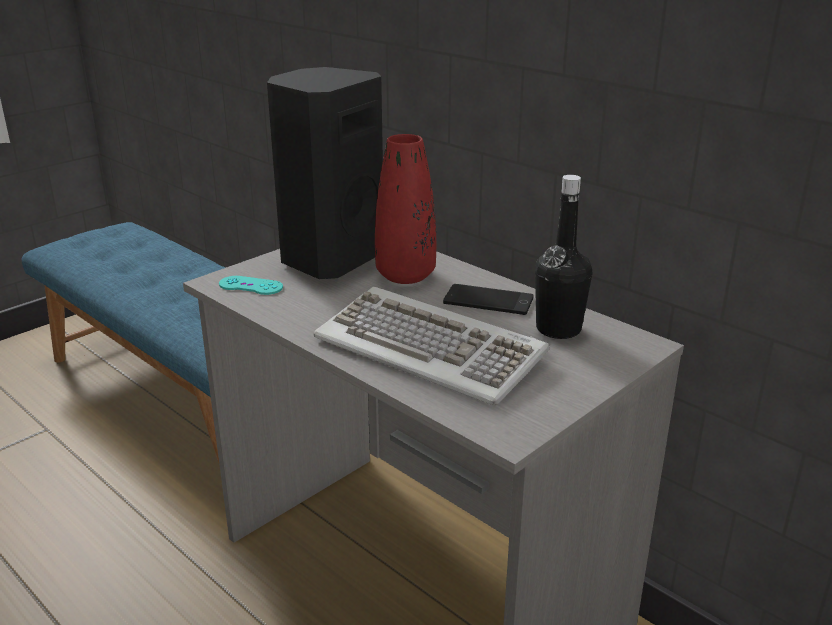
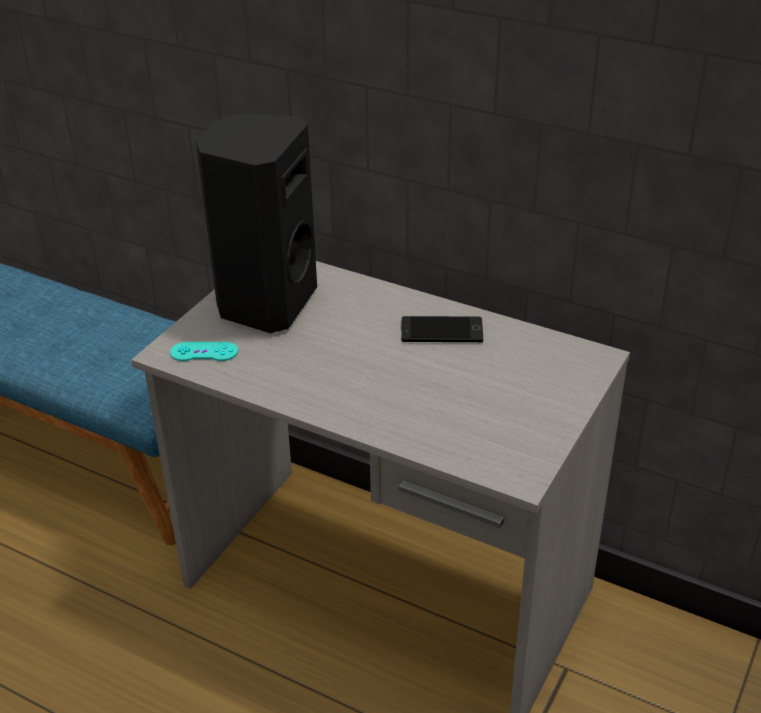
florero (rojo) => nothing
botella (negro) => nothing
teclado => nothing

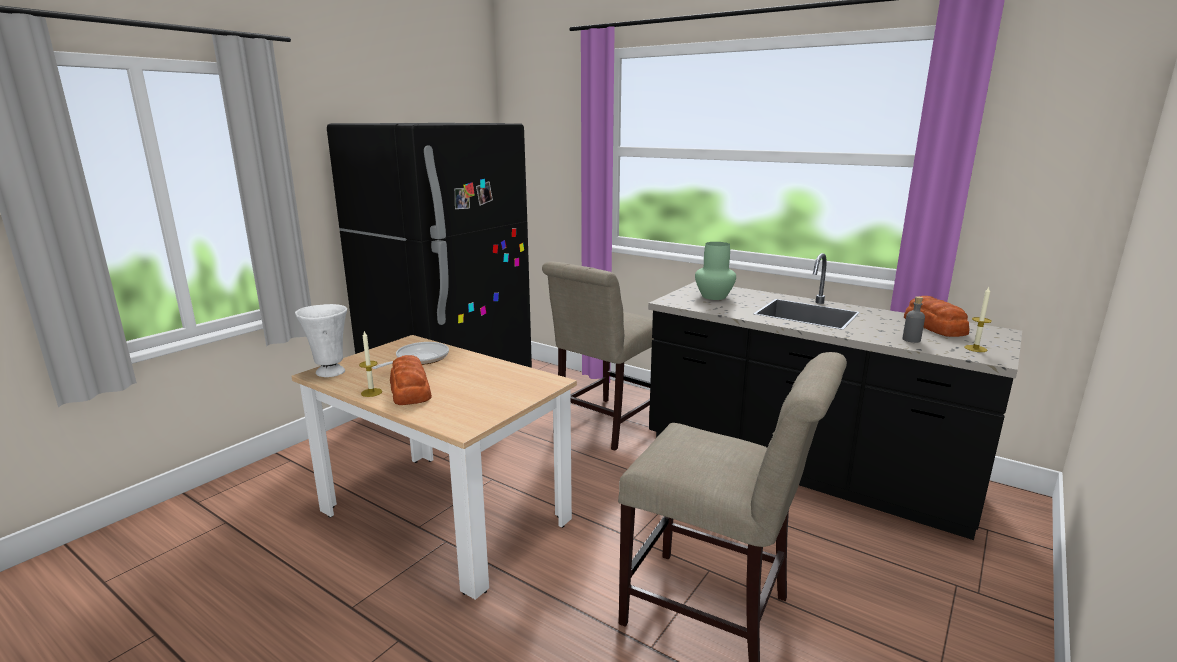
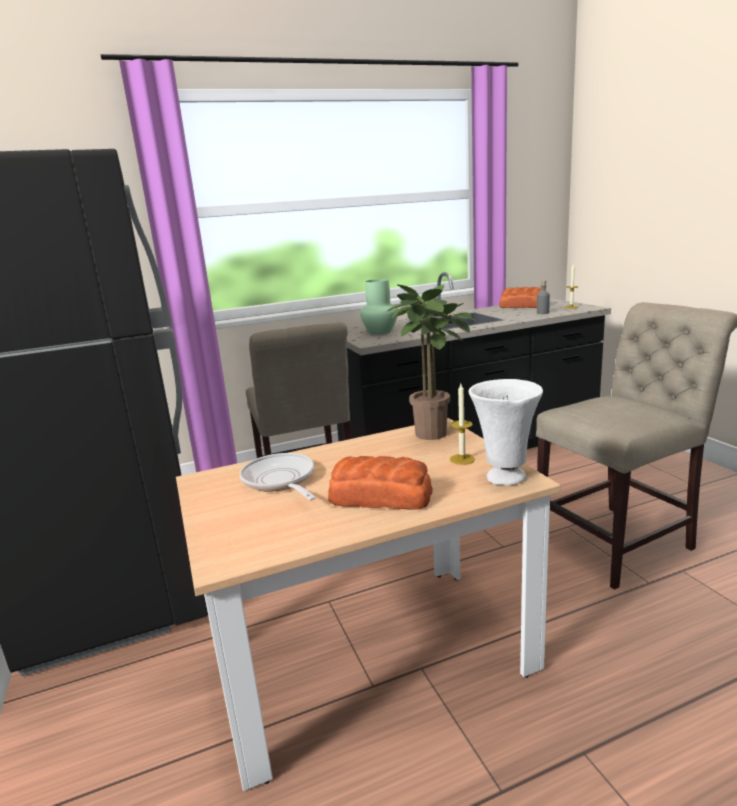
florero (blanco), shifted
vela (no. 1 from left), shifted
nothing => planta en maceta

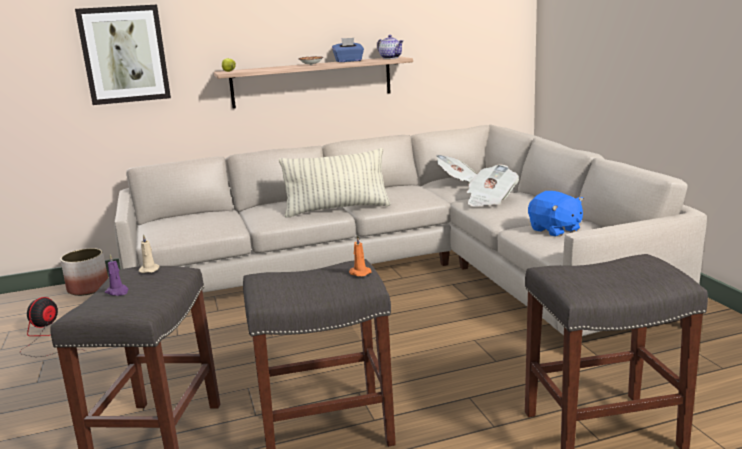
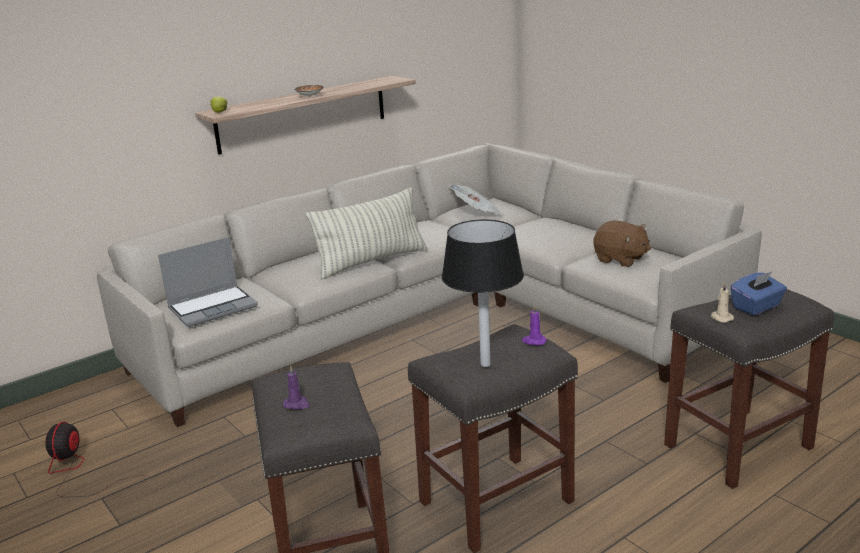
cuadro => nothing
tetera => nothing
caja de pañuelos (azul), shifted
periódico (no. 2 from left) => nothing
peluche (azul) => peluche (marrón)
vela (beis), shifted
vela (naranja) => vela (morado) (no. 2 from left)
maceta => nothing
nothing => lámpara de mesa (negro)
nothing => portátil

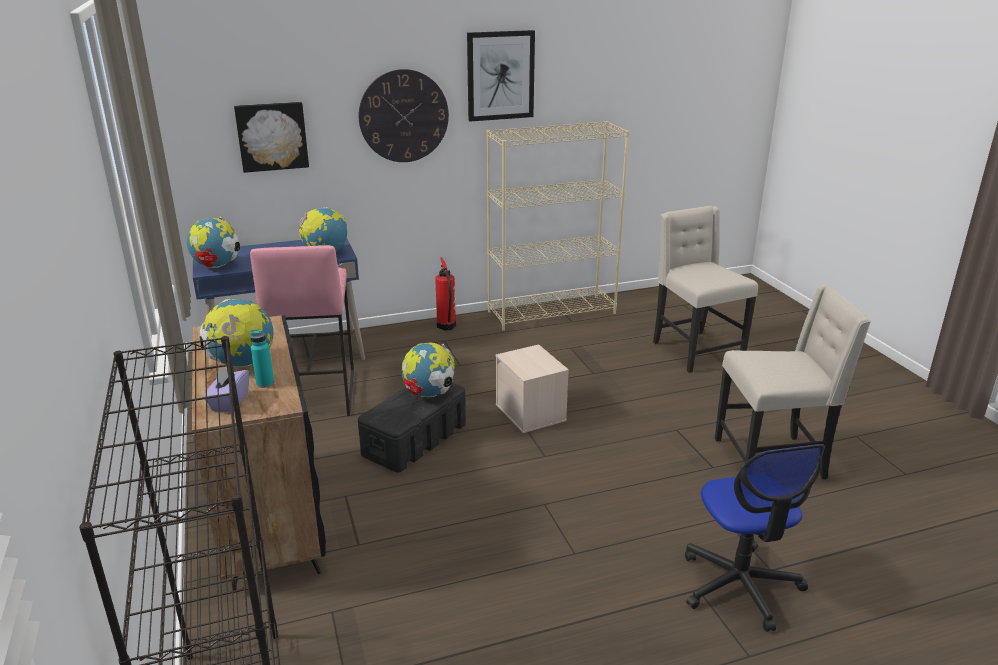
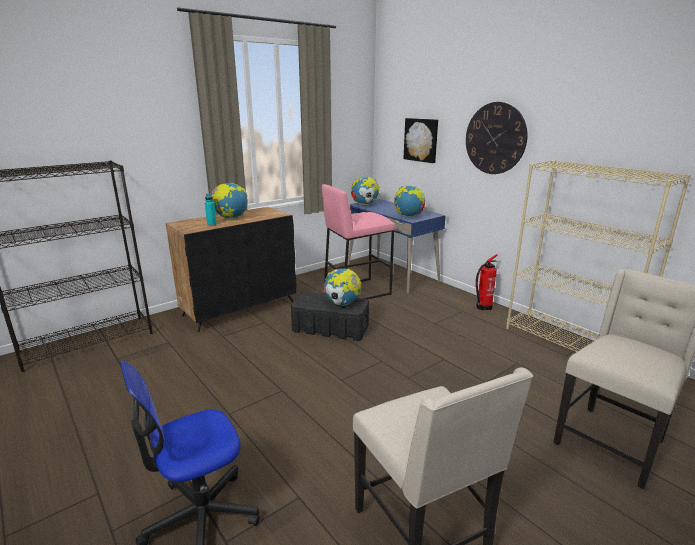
cuadro (no. 2 from left) => nothing
caja de almacenaje (beis) => nothing
caja de pañuelos (morado) => nothing

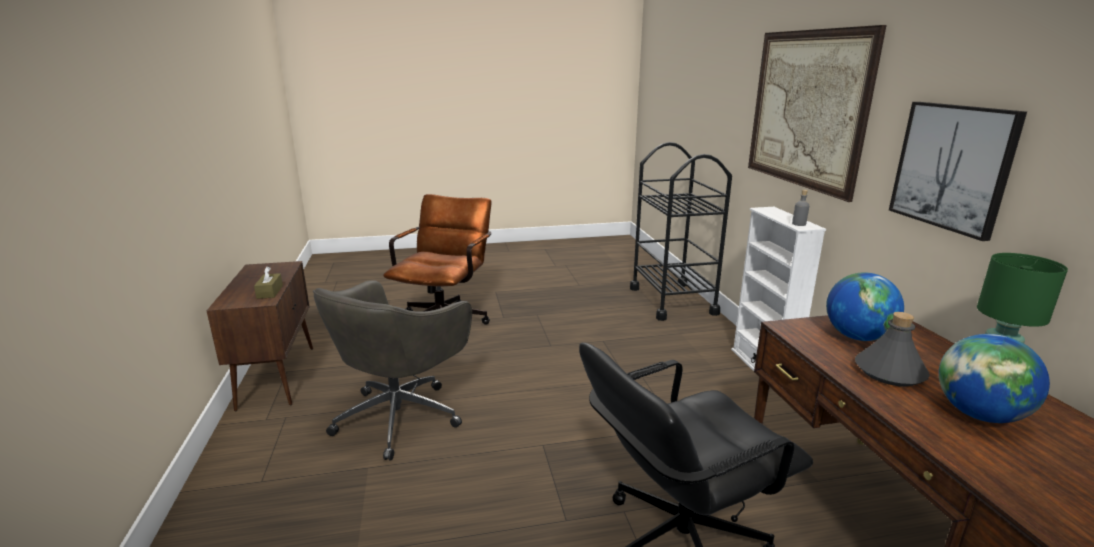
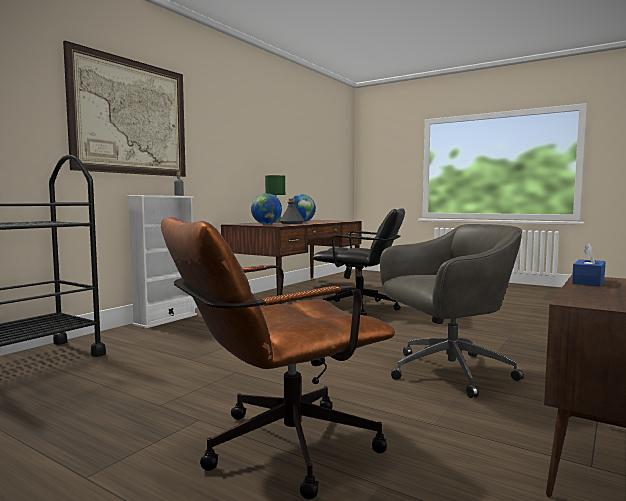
cuadro (no. 2 from left) => nothing
caja de pañuelos (marrón) => caja de pañuelos (azul)

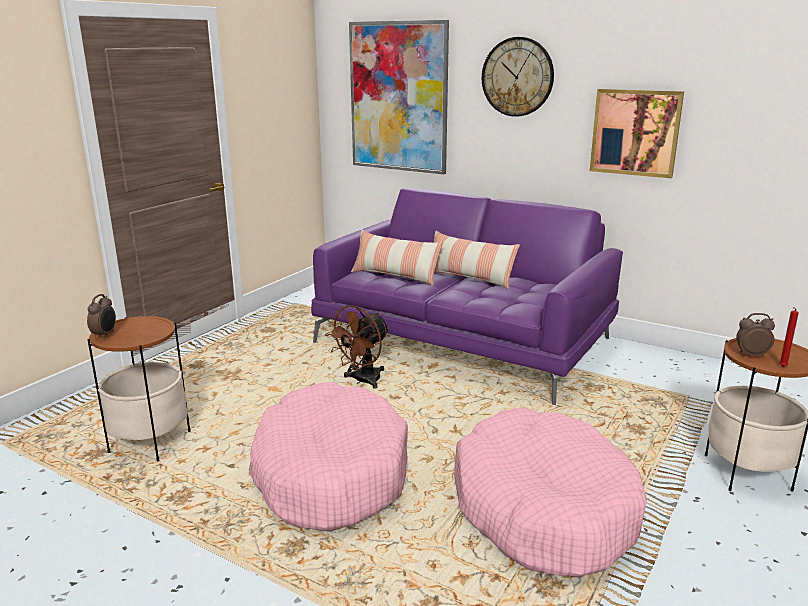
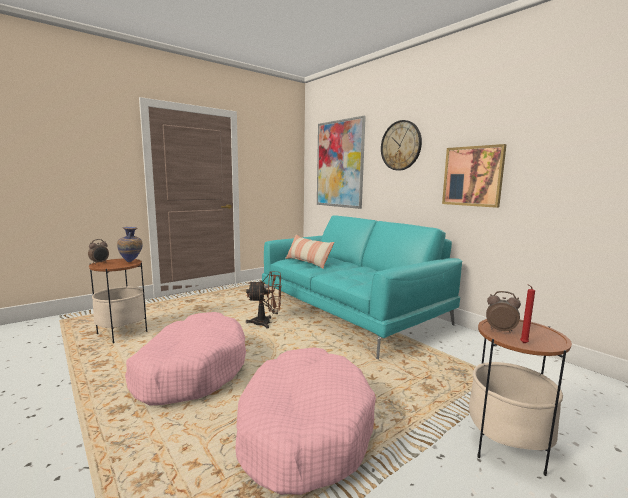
sofá (morado) => sofá (turquesa)
cojín (no. 2 from left) => nothing
ventilador (marrón), 150 degrees counterclockwise
nothing => florero

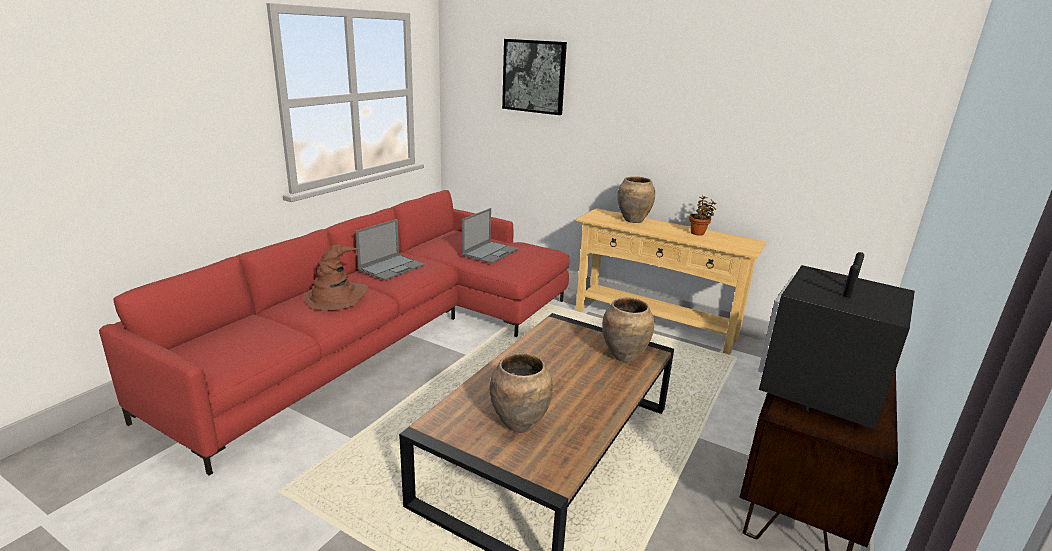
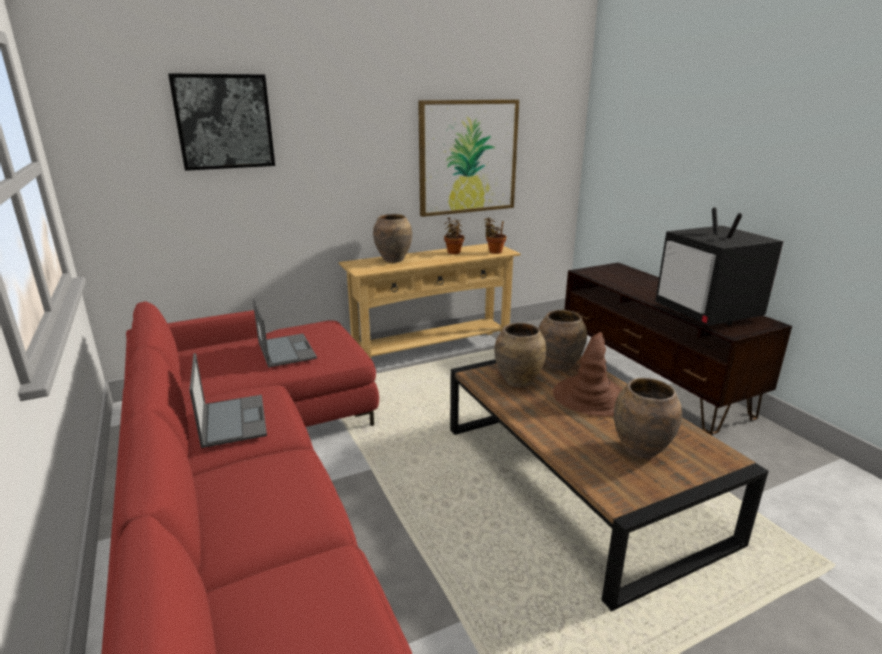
sombrero (marrón), shifted
nothing => cuadro (no. 2 from left)
nothing => planta en maceta (no. 2 from left)
nothing => florero (marrón) (no. 2 from left)

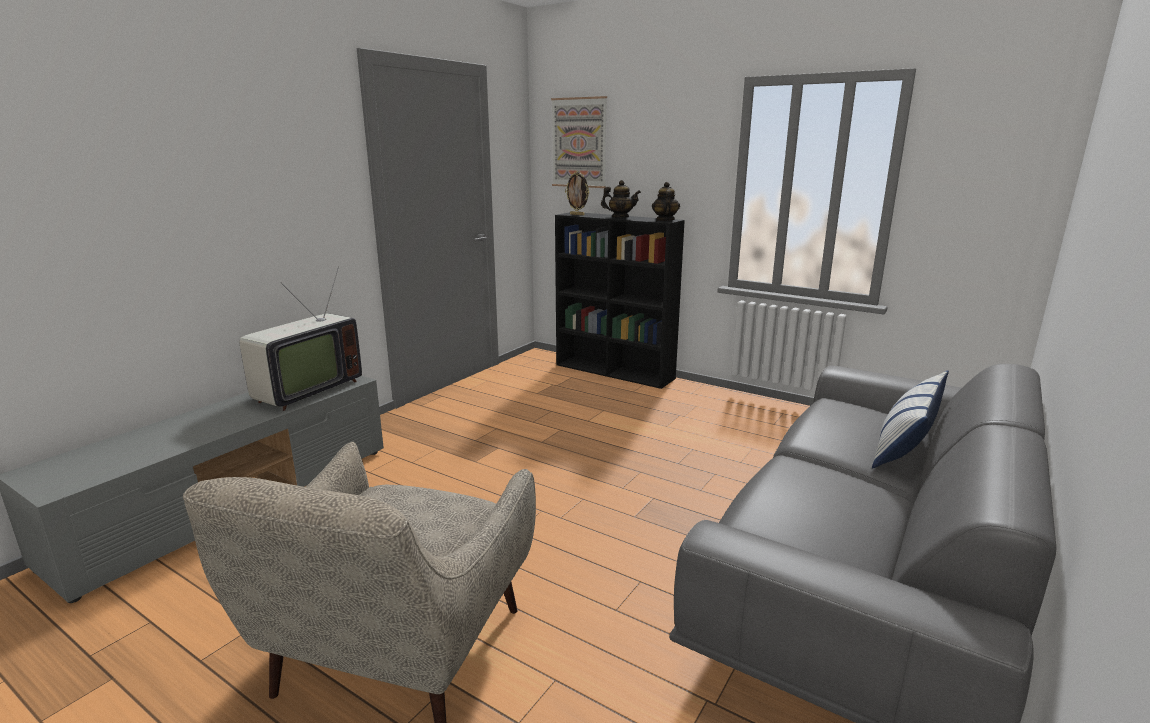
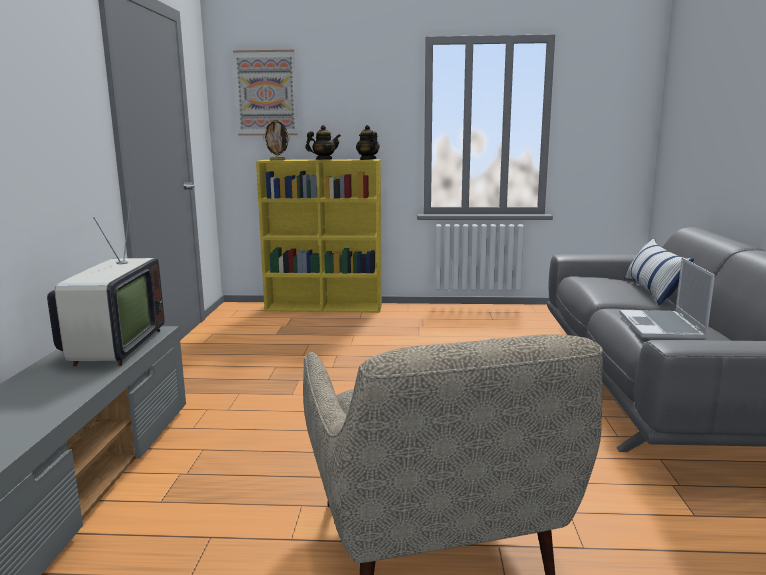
estantería (negro) => estantería (amarillo)
nothing => portátil

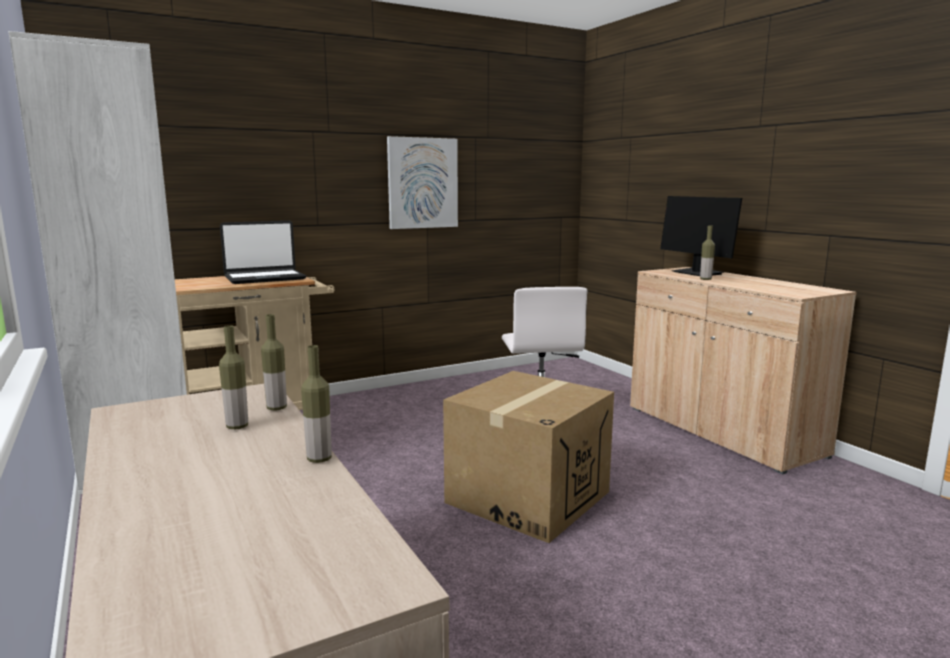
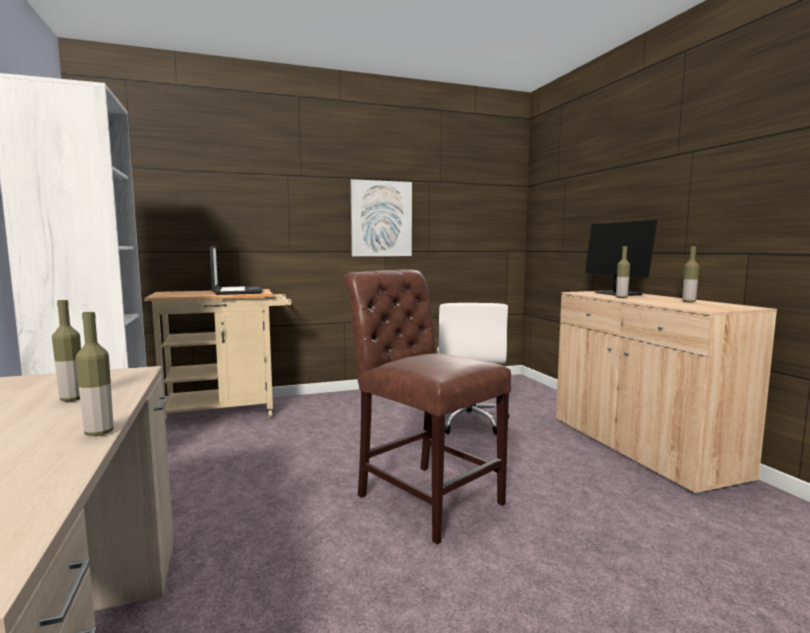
portátil, 90 degrees counterclockwise
botella (no. 2 from left in the first image) => botella (no. 4 from left), shifted
caja de cartón => silla (marrón)

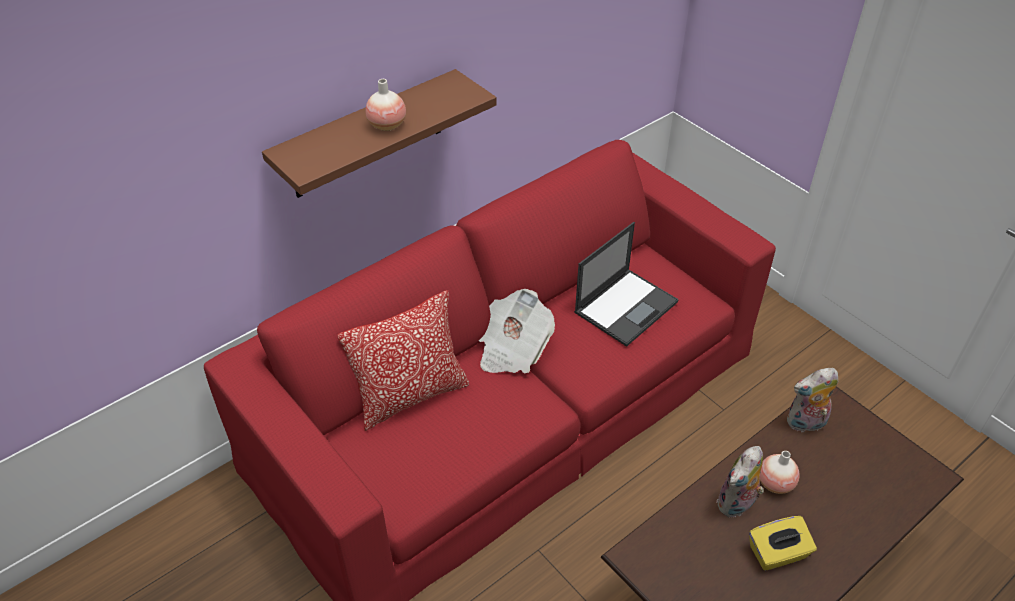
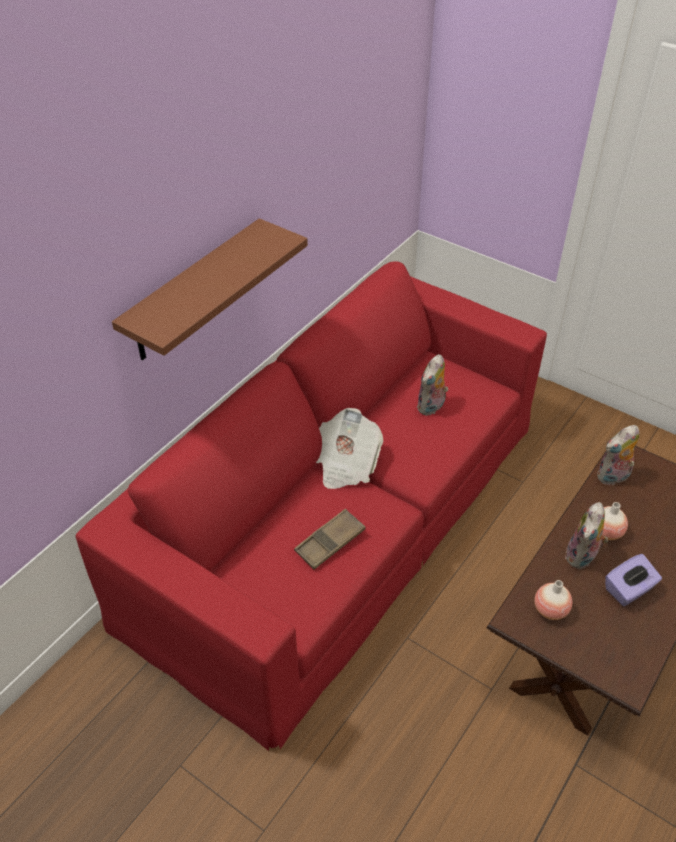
florero (no. 1 from left), shifted
portátil => peluche (no. 1 from left)
cojín => nothing
caja de pañuelos (amarillo) => caja de pañuelos (morado)
nothing => bandeja (marrón)

